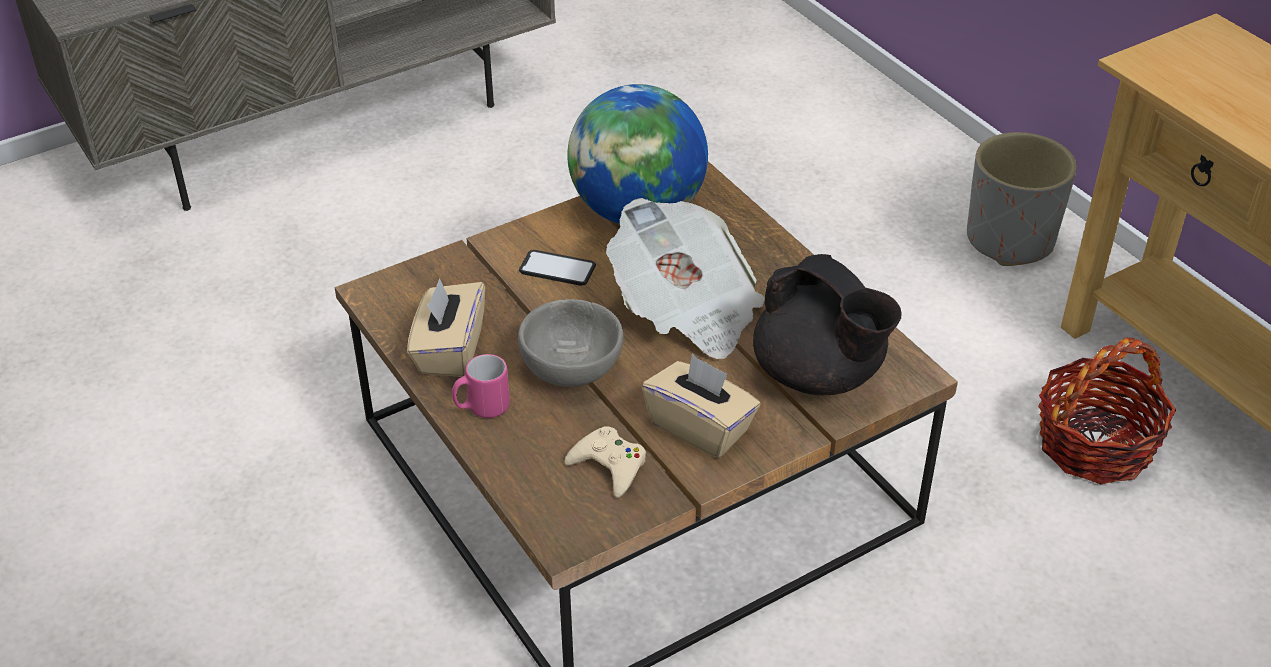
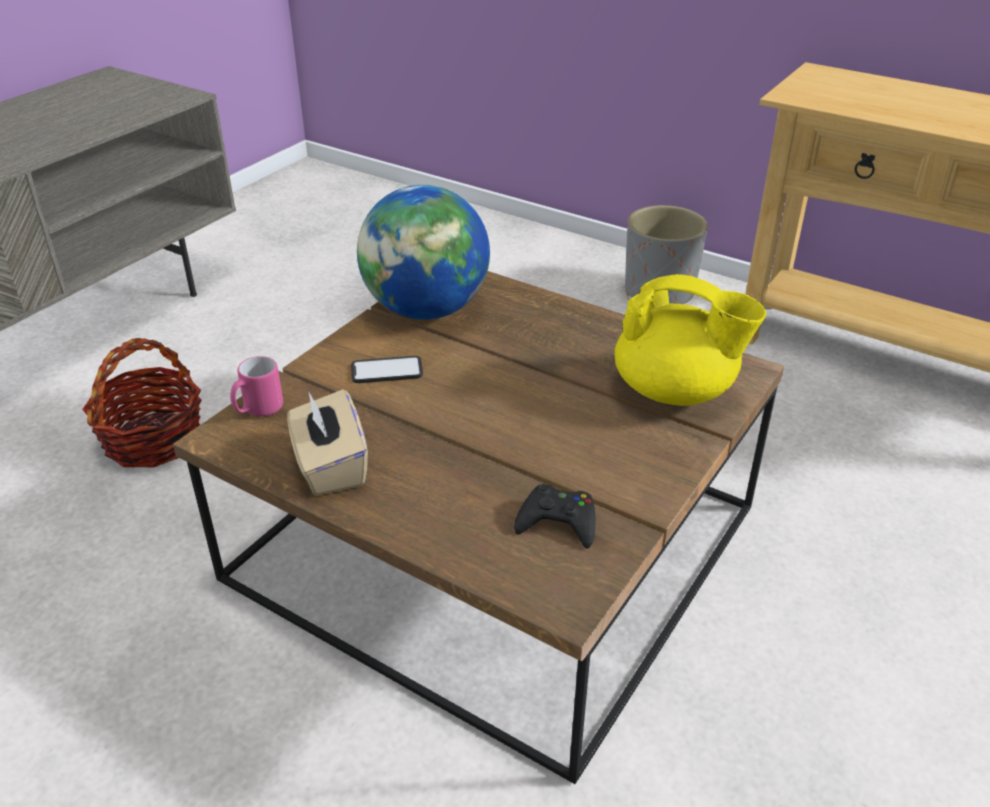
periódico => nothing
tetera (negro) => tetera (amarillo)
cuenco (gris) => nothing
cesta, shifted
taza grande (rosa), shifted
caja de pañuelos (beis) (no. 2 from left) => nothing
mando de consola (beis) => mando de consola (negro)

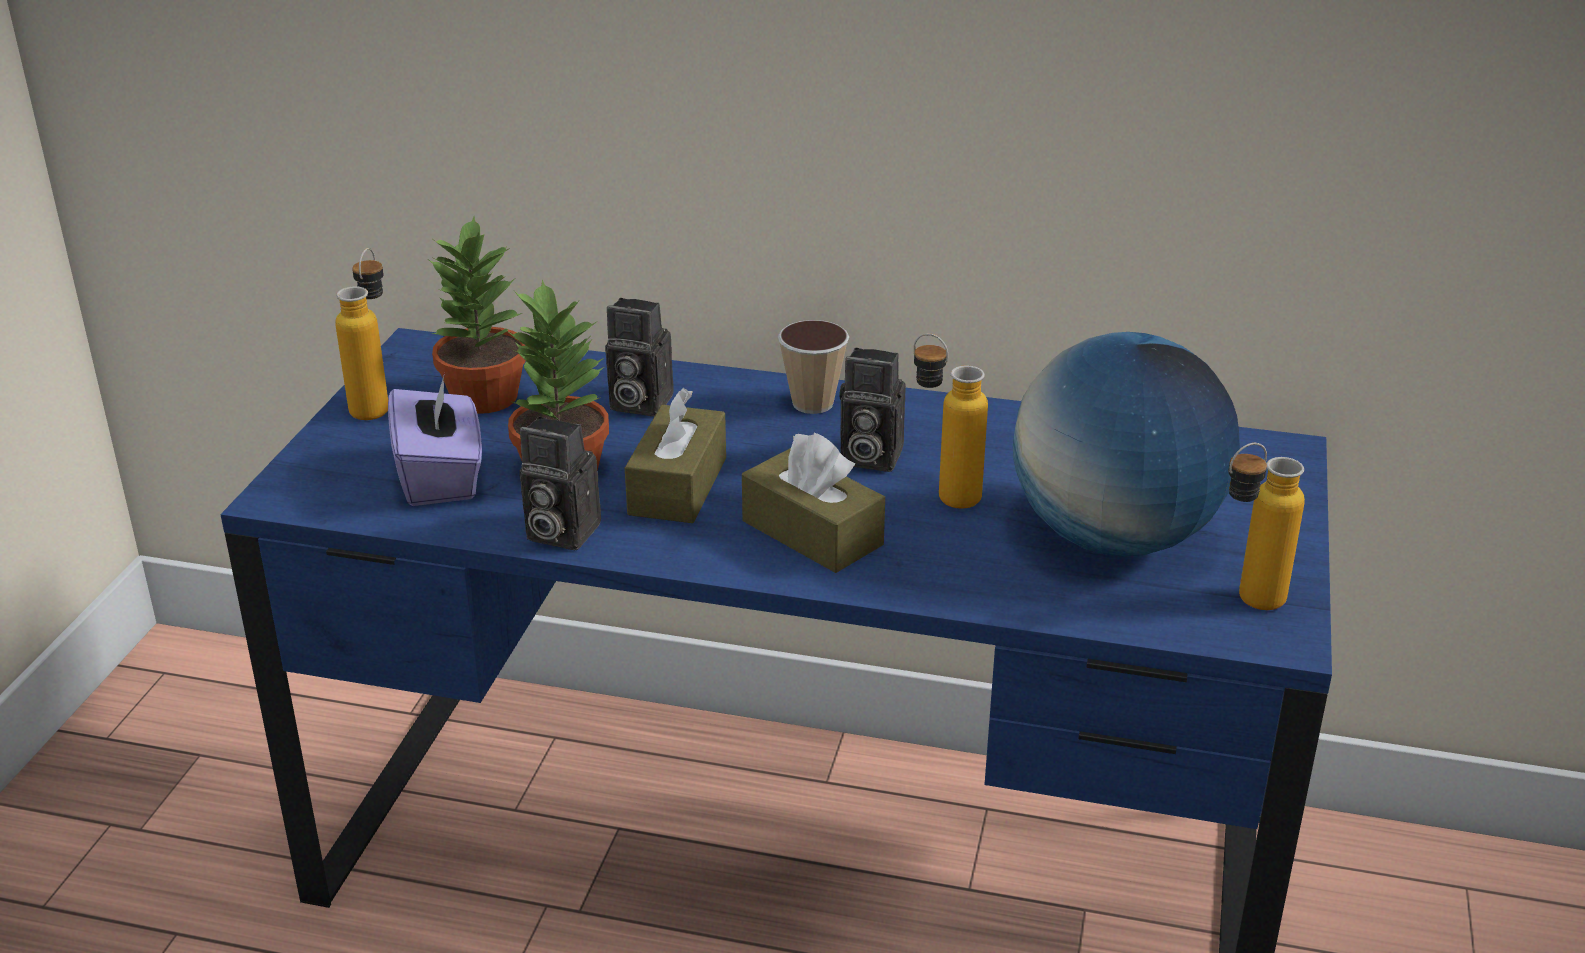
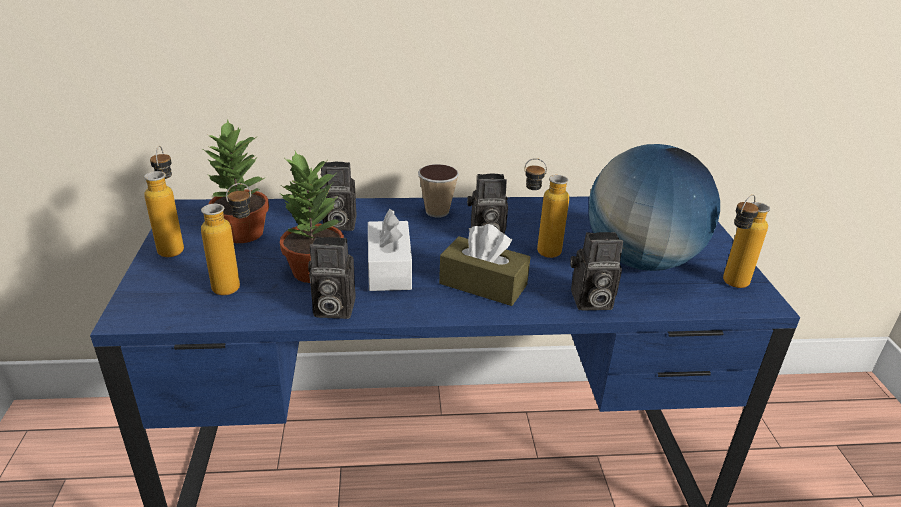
caja de pañuelos (morado) => botella (no. 2 from left)
caja de pañuelos (marrón) (no. 1 from left) => caja de pañuelos (blanco)
nothing => cámara (no. 4 from left)

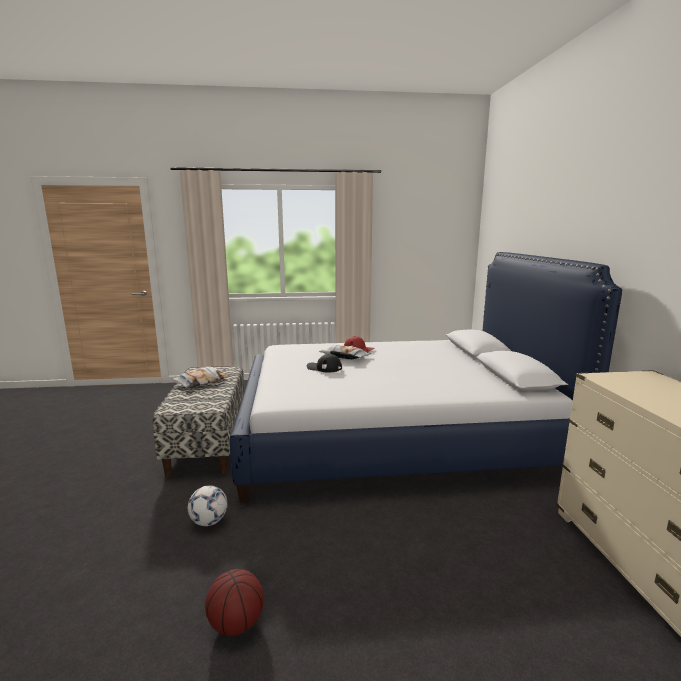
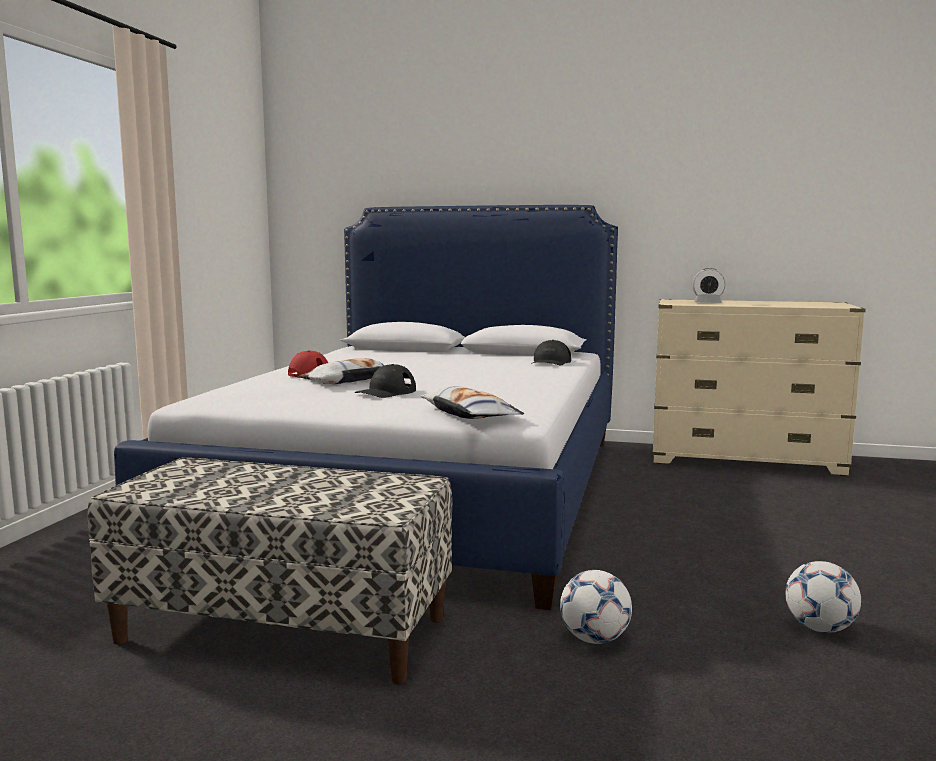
cojín (no. 1 from left in the first image) => cojín (no. 2 from left), shifted
balón de baloncesto => balón de fútbol (no. 2 from left)
nothing => despertador
nothing => gorra (negro) (no. 2 from left)

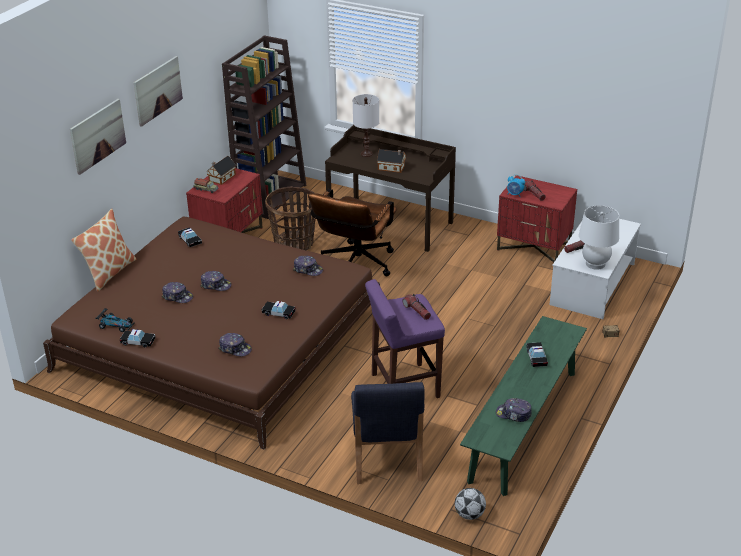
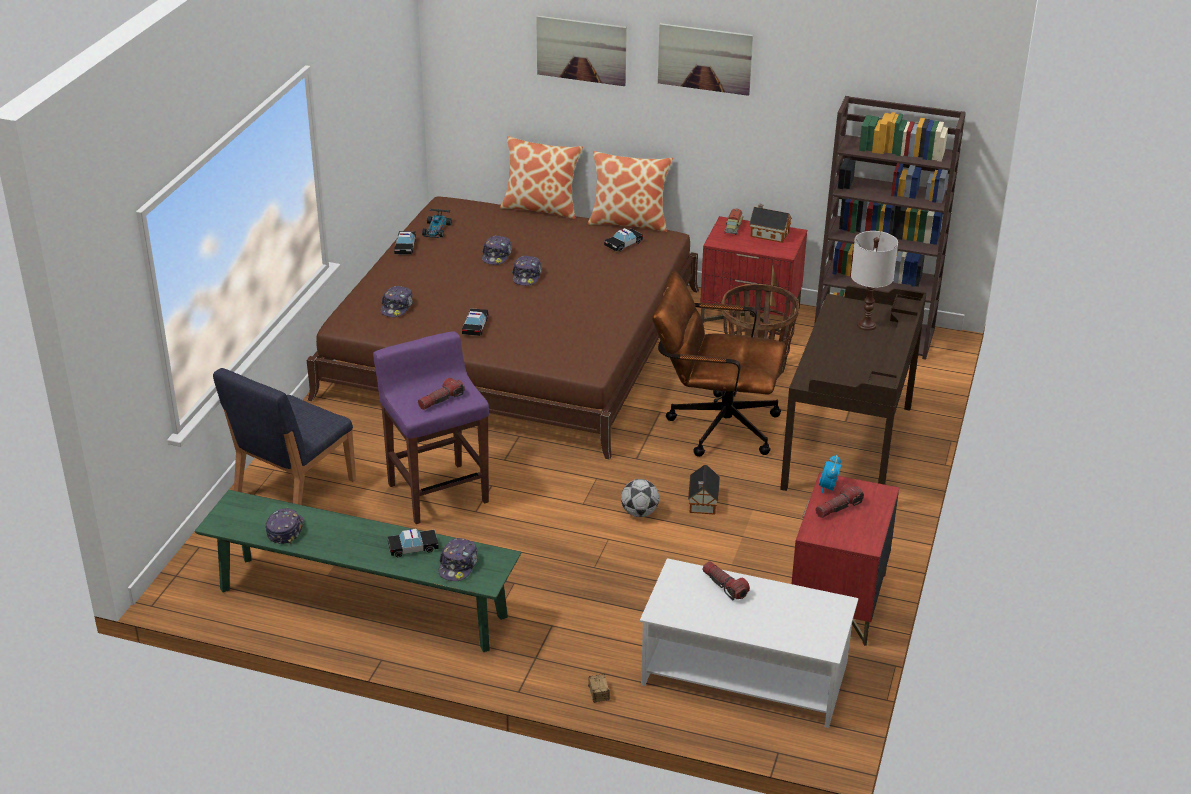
casita (no. 2 from left in the first image) => casita (no. 1 from left), shifted
lámpara de mesa (blanco) (no. 2 from left) => nothing
gorra (no. 4 from left in the first image) => gorra (no. 3 from left), shifted
silla (azul), 45 degrees counterclockwise
balón de fútbol, shifted
nothing => cojín (no. 2 from left)

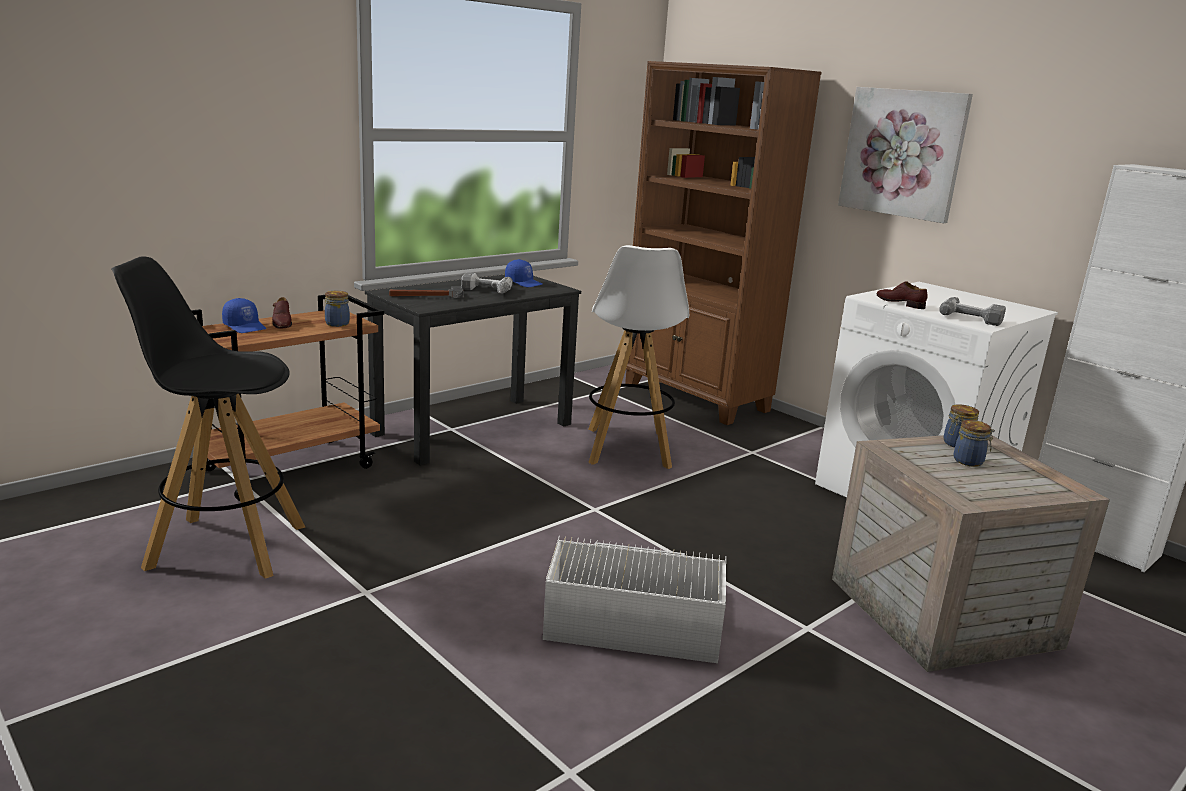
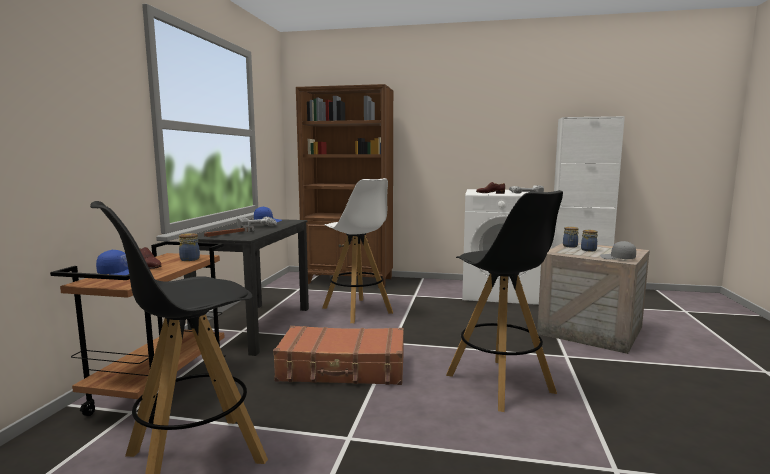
cuadro => nothing
caja de almacenaje (blanco) => taburete (negro) (no. 2 from left)
nothing => gorra (gris)
nothing => maleta (marrón)

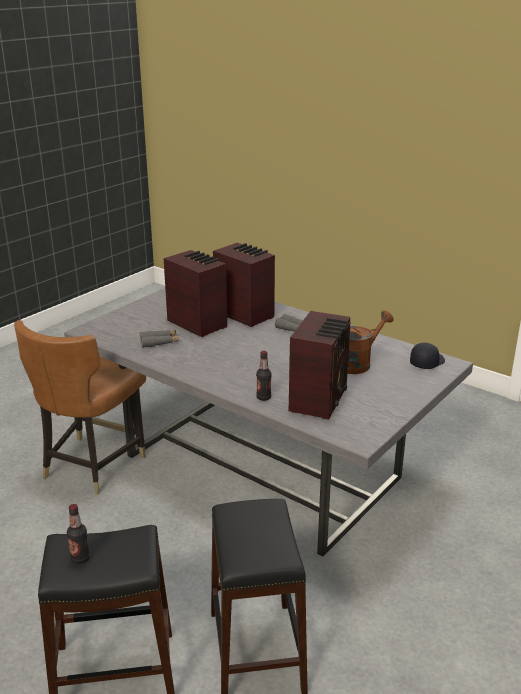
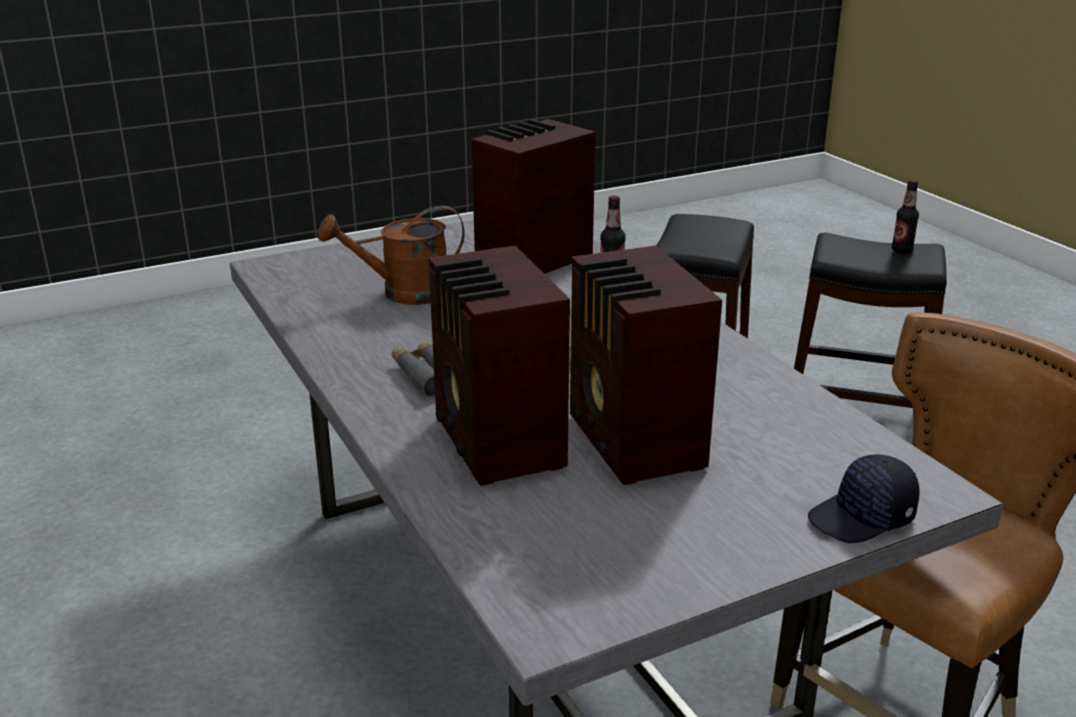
prismáticos (gris) (no. 1 from left) => nothing
gorra (negro), shifted

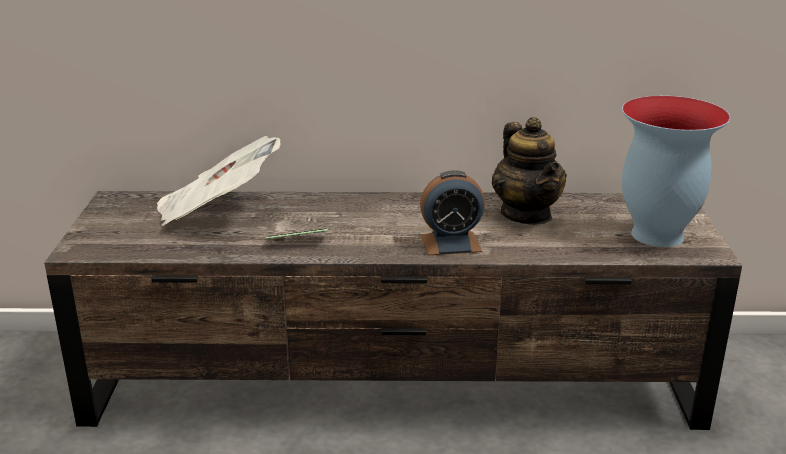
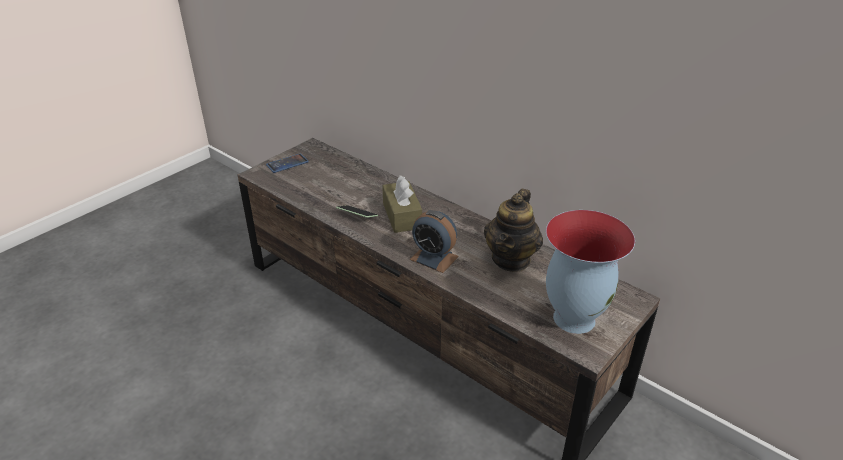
periódico => nothing
nothing => móvil (no. 1 from left)
nothing => caja de pañuelos (marrón)

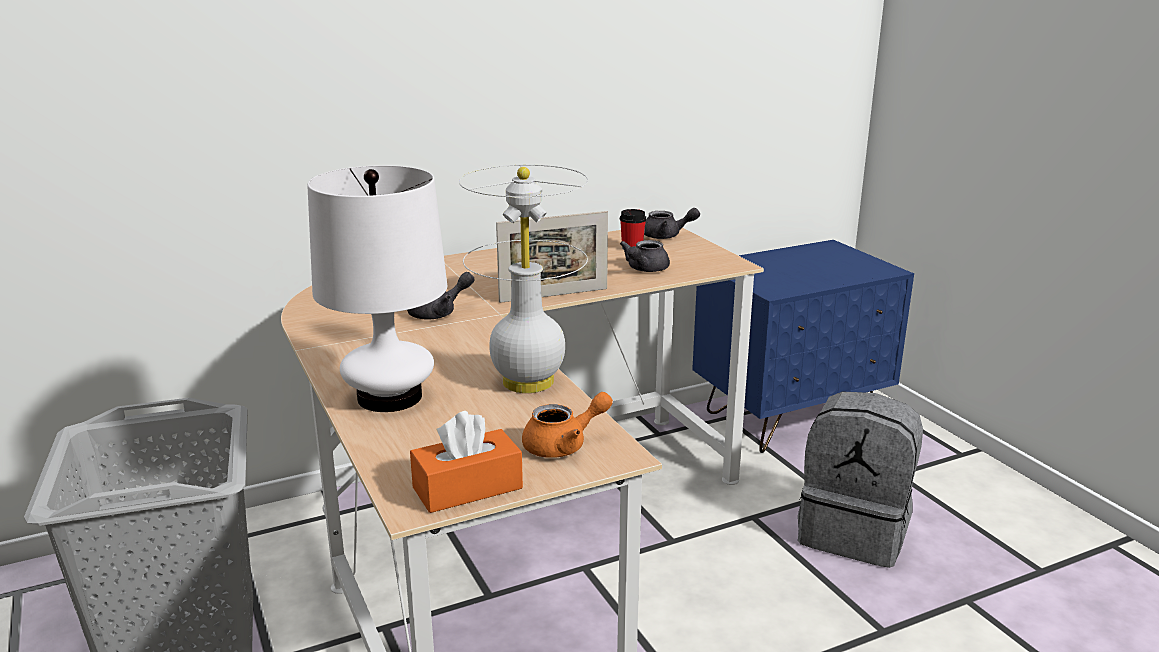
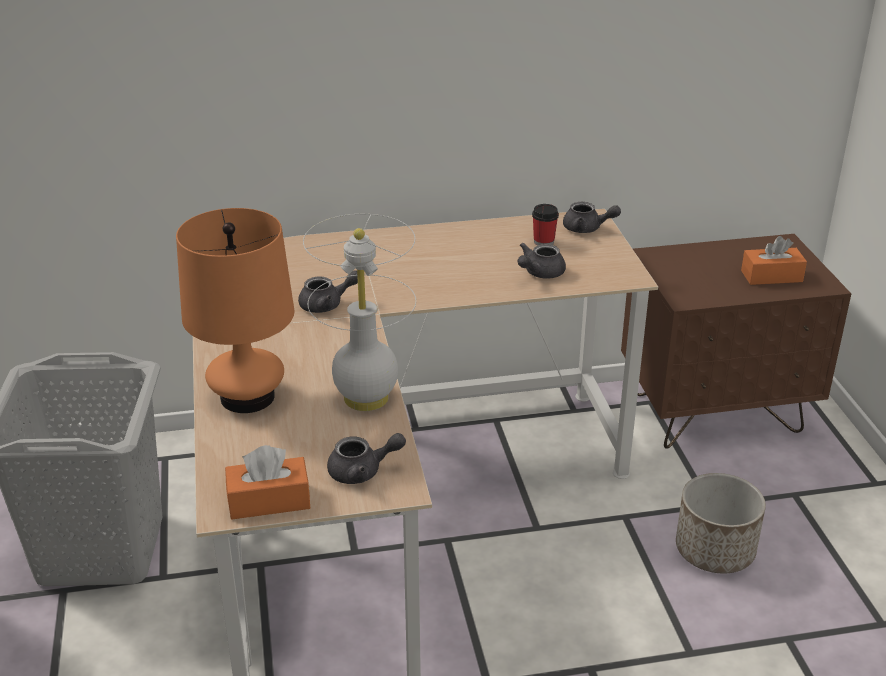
lámpara de mesa (blanco) (no. 1 from left) => lámpara de mesa (naranja)
portarretratos => nothing
mesita de noche (azul) => mesita de noche (marrón)
mochila (gris) => maceta
tetera (naranja) => tetera (gris) (no. 2 from left)
nothing => caja de pañuelos (naranja) (no. 2 from left)

